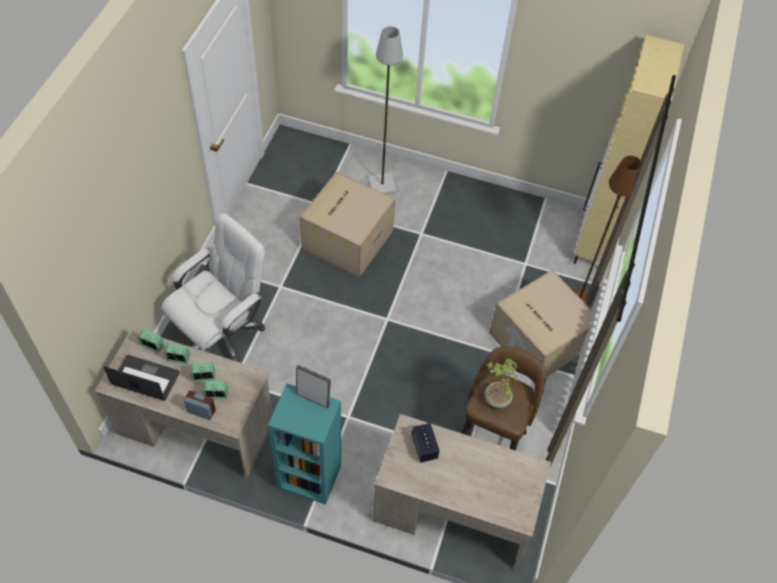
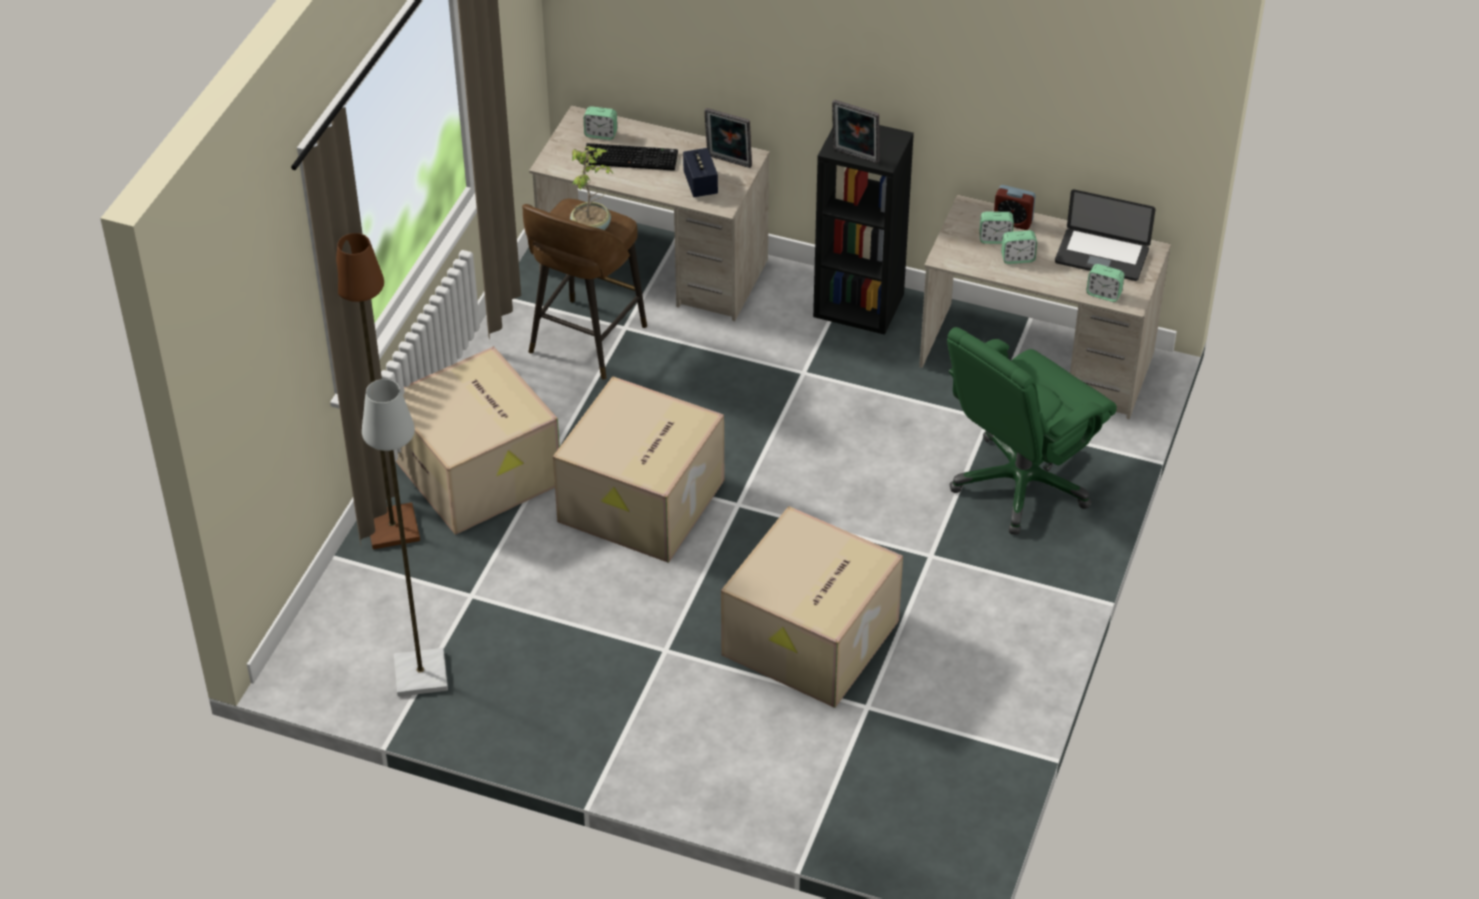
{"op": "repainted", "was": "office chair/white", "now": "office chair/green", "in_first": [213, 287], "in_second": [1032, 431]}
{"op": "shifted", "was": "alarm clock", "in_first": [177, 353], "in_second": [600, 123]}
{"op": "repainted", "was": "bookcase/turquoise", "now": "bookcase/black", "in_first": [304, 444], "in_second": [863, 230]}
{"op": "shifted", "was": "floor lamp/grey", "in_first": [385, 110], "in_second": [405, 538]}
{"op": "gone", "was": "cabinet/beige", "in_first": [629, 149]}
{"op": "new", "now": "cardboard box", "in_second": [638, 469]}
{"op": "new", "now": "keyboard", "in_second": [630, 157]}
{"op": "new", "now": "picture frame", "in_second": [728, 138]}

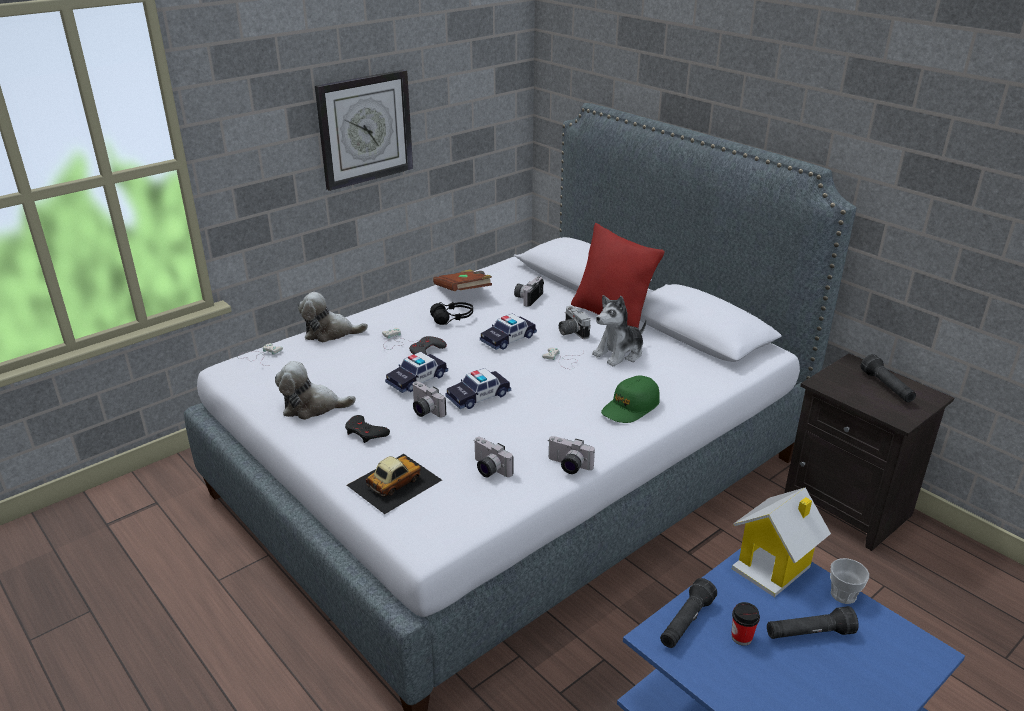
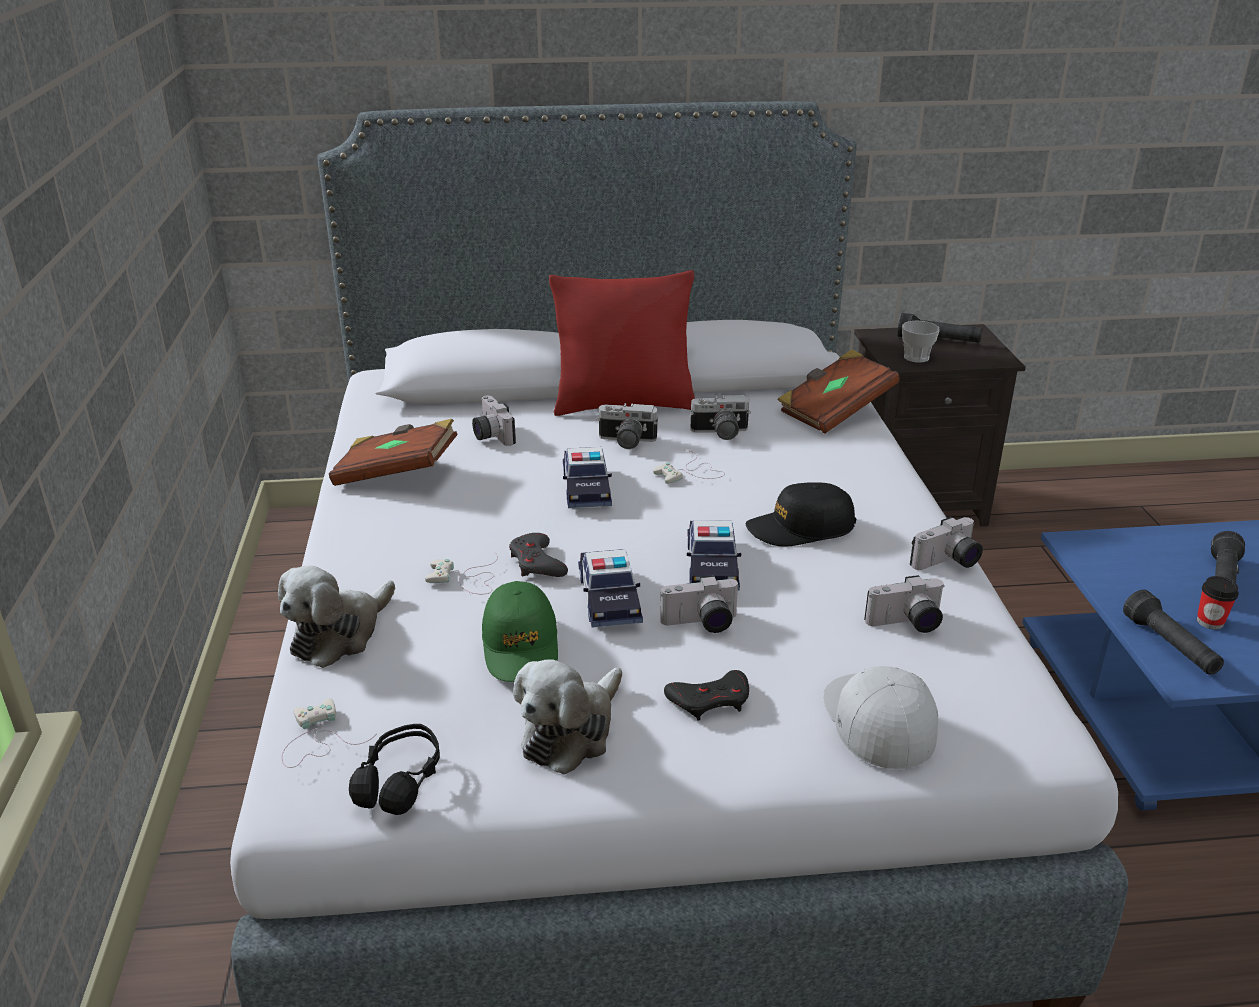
{"op": "gone", "was": "wall clock", "in_first": [364, 130]}
{"op": "swapped", "was": "toy car", "now": "cap/white", "in_first": [394, 484], "in_second": [880, 717]}
{"op": "shifted", "was": "headphones/black", "in_first": [451, 313], "in_second": [394, 769]}
{"op": "swapped", "was": "plush toy", "now": "photo camera", "in_first": [619, 331], "in_second": [720, 417]}
{"op": "shifted", "was": "cap/green", "in_first": [630, 399], "in_second": [520, 631]}
{"op": "gone", "was": "toy house", "in_first": [781, 542]}
{"op": "shifted", "was": "cup", "in_first": [849, 581], "in_second": [921, 341]}
{"op": "new", "now": "cap/black", "in_second": [801, 514]}
{"op": "new", "now": "book/brown", "in_second": [838, 391]}

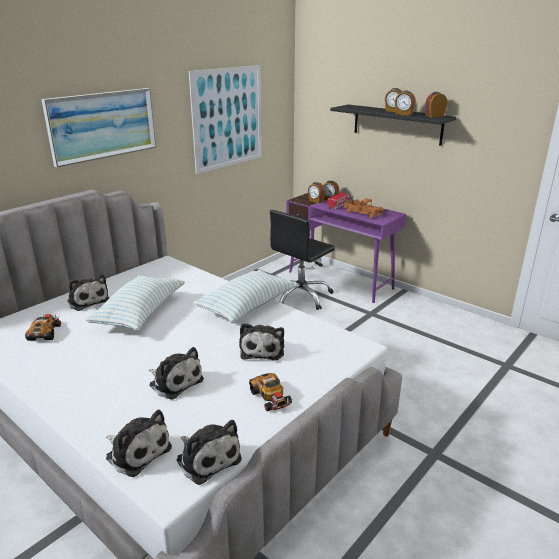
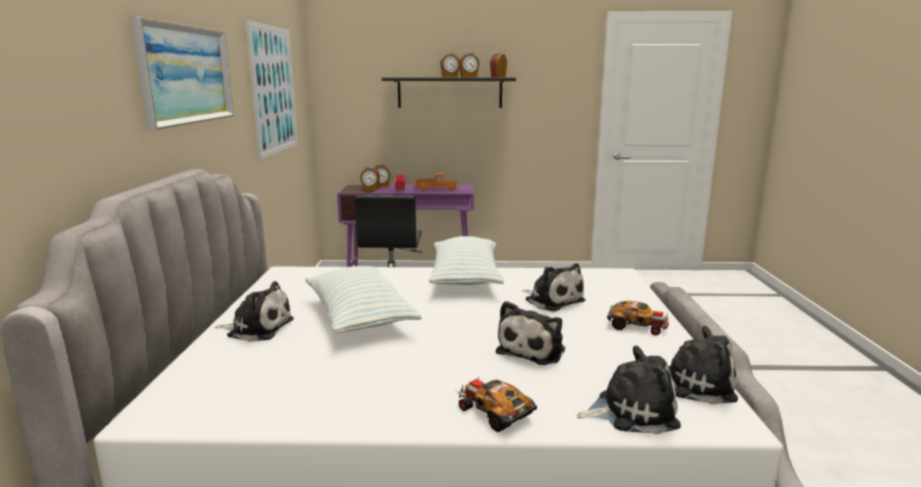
{"op": "shifted", "was": "toy car", "in_first": [43, 327], "in_second": [496, 404]}
{"op": "rotated", "was": "plush toy", "in_first": [176, 373], "in_second": [530, 333], "clockwise": 120}

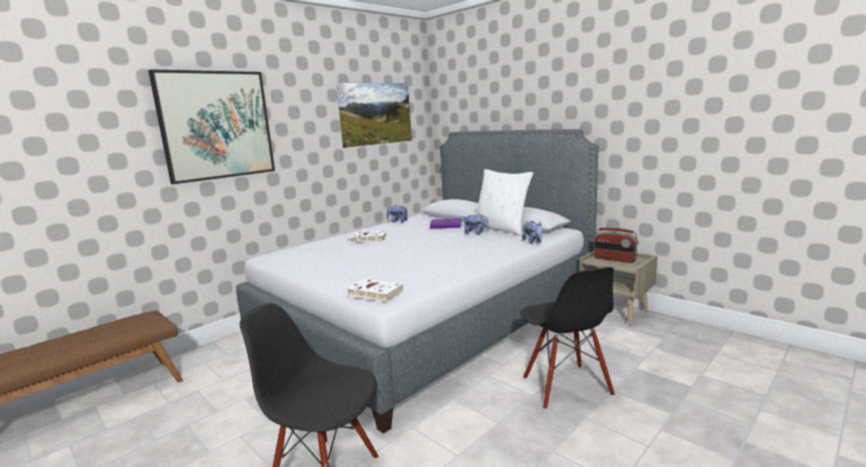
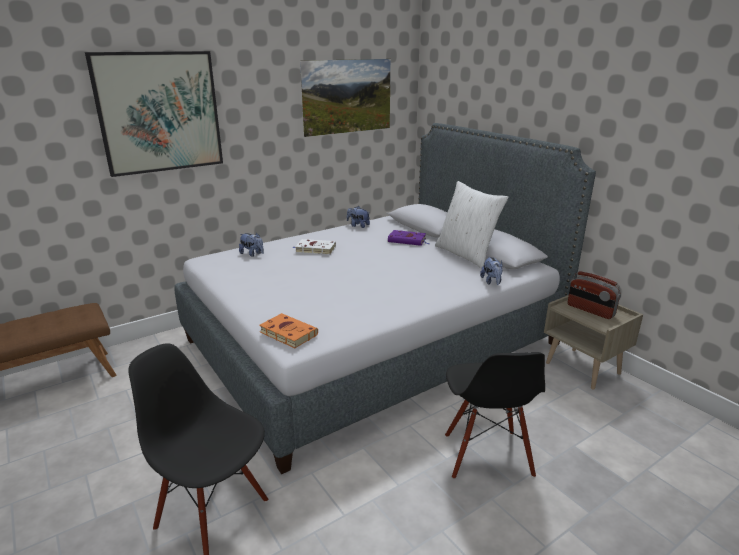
{"op": "repainted", "was": "book/white", "now": "book/orange", "in_first": [375, 290], "in_second": [288, 330]}
{"op": "shifted", "was": "plush toy", "in_first": [476, 224], "in_second": [251, 245]}

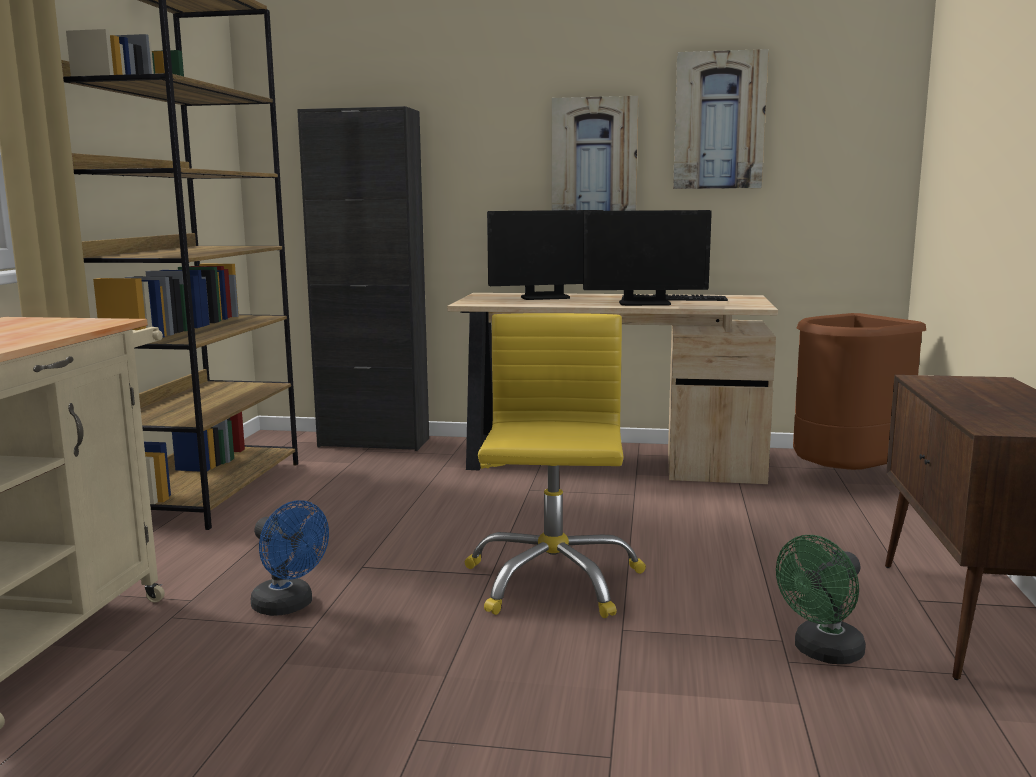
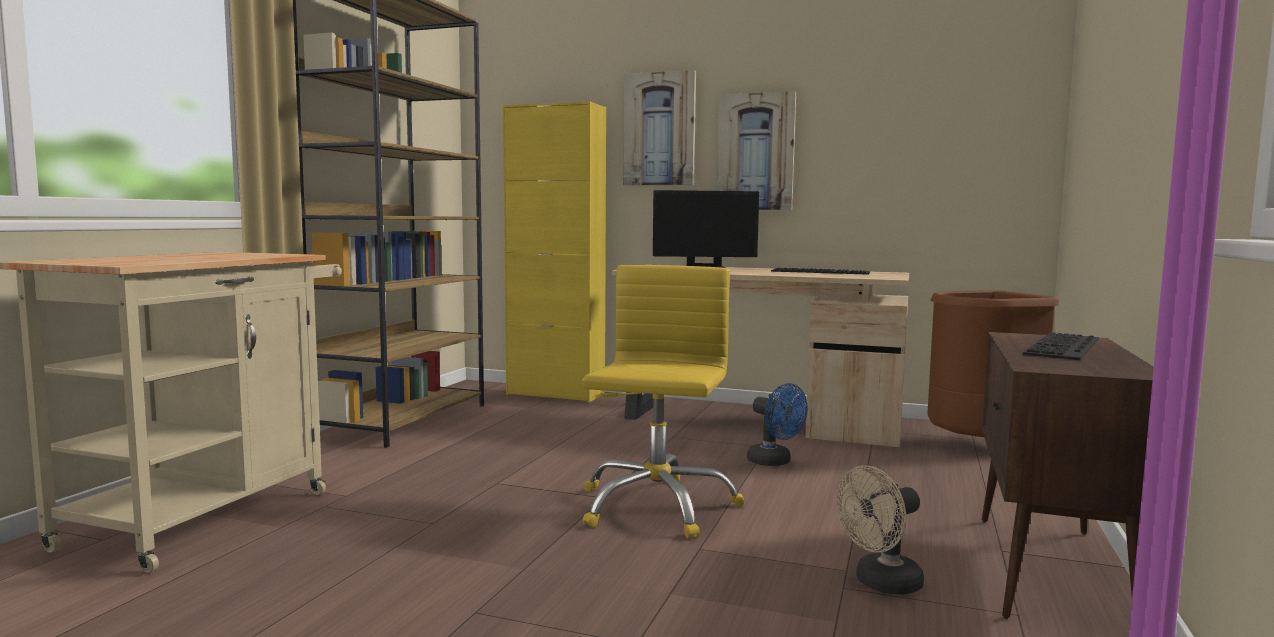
{"op": "shifted", "was": "fan/blue", "in_first": [290, 558], "in_second": [777, 424]}
{"op": "repainted", "was": "cabinet/black", "now": "cabinet/yellow", "in_first": [363, 278], "in_second": [554, 252]}
{"op": "gone", "was": "monitor", "in_first": [647, 258]}
{"op": "shifted", "was": "picture", "in_first": [721, 119], "in_second": [659, 127]}
{"op": "repainted", "was": "fan/green", "now": "fan/beige", "in_first": [821, 599], "in_second": [880, 530]}
{"op": "new", "now": "keyboard", "in_second": [1061, 346]}

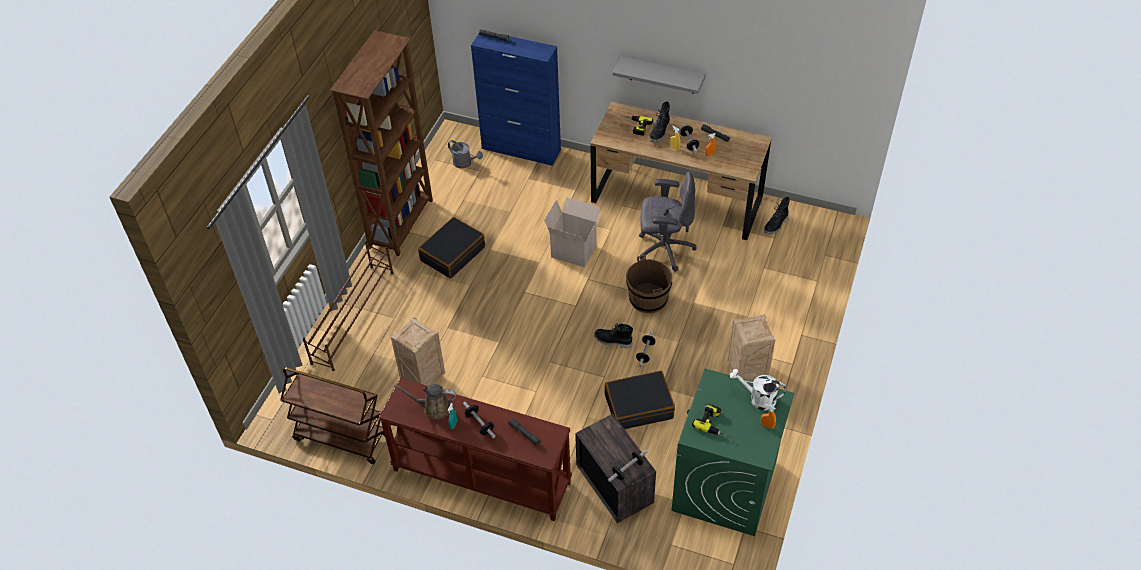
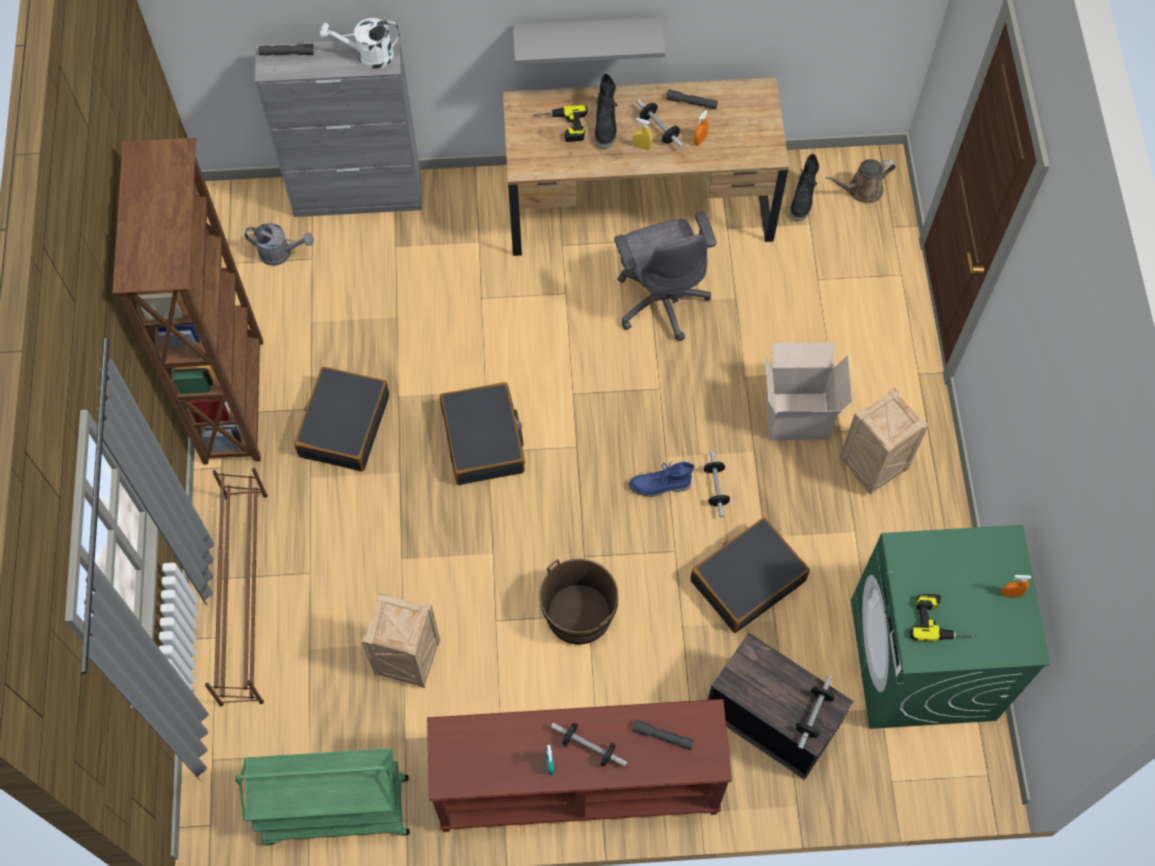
{"op": "repainted", "was": "cart/brown", "now": "cart/green", "in_first": [332, 415], "in_second": [322, 797]}
{"op": "shifted", "was": "watering can/brown", "in_first": [425, 401], "in_second": [861, 181]}
{"op": "repainted", "was": "cabinet/blue", "now": "cabinet/grey", "in_first": [516, 100], "in_second": [338, 127]}
{"op": "shifted", "was": "cardboard box", "in_first": [573, 232], "in_second": [808, 391]}
{"op": "repainted", "was": "boot/black", "now": "boot/blue", "in_first": [613, 335], "in_second": [661, 479]}
{"op": "shifted", "was": "bucket/brown", "in_first": [649, 284], "in_second": [578, 601]}
{"op": "rotated", "was": "office chair/grey", "in_first": [667, 222], "in_second": [665, 276], "clockwise": 90}
{"op": "shifted", "was": "watering can/white", "in_first": [758, 389], "in_second": [360, 43]}
{"op": "new", "now": "suitcase/black", "in_second": [482, 433]}

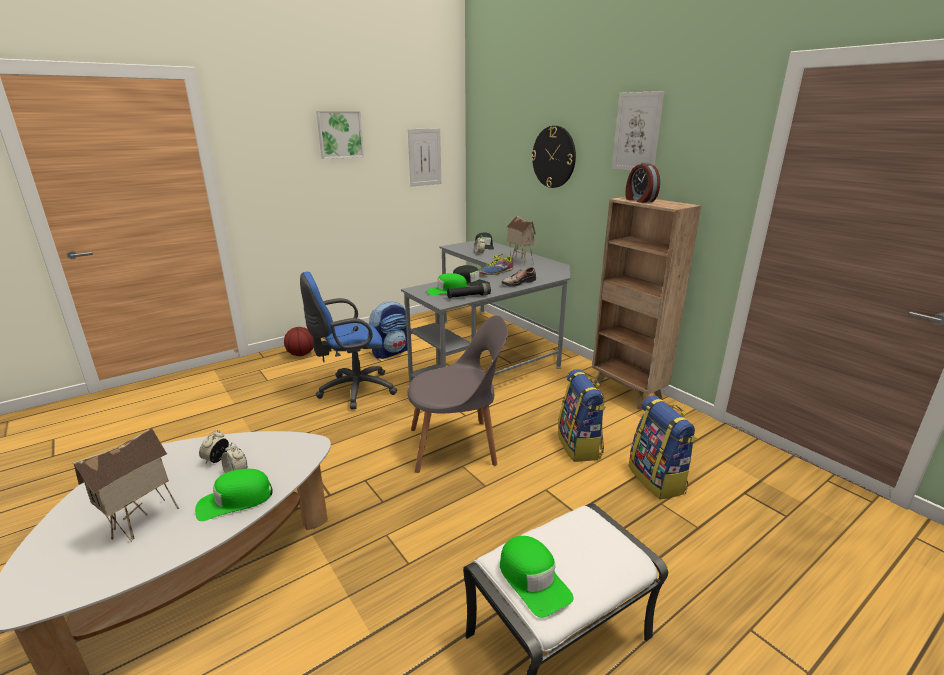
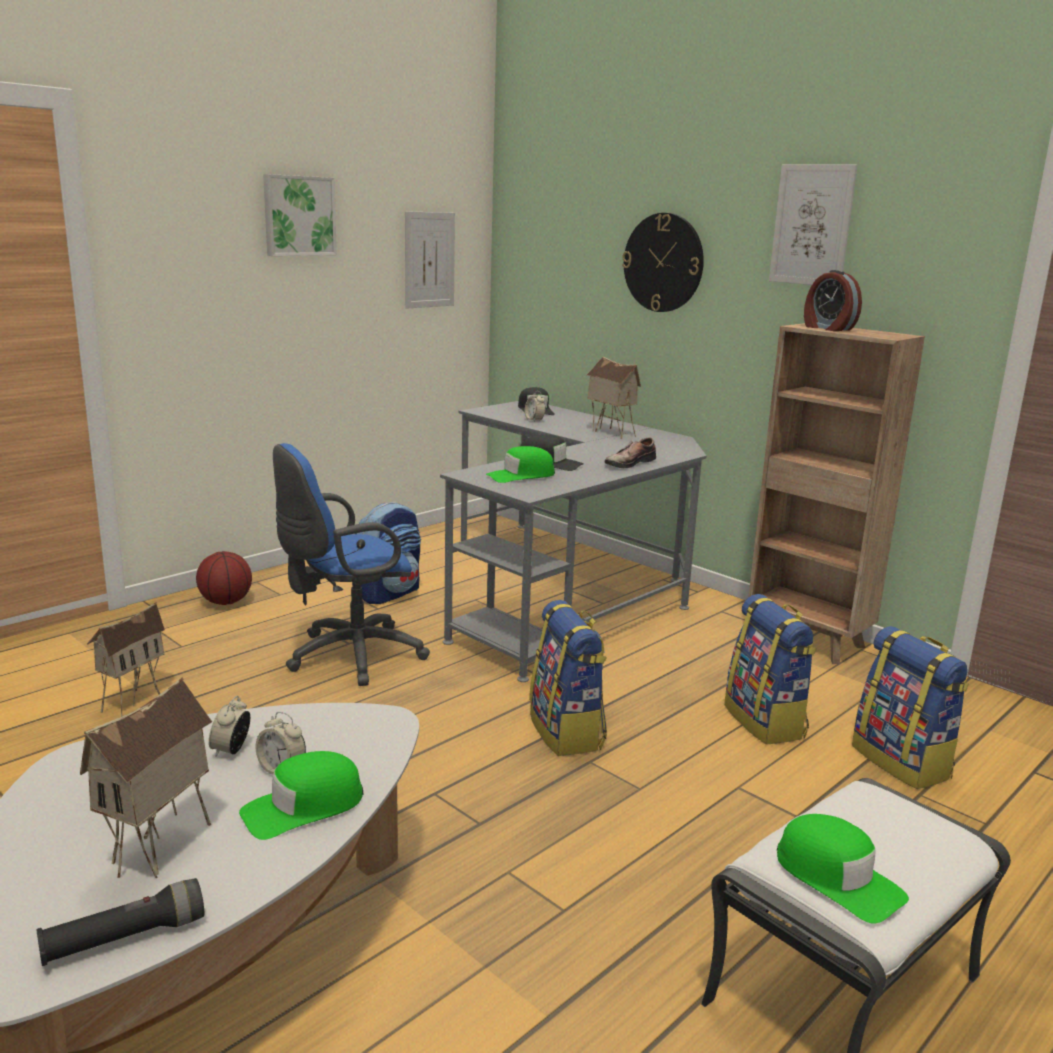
{"op": "swapped", "was": "chair/grey", "now": "backpack", "in_first": [458, 394], "in_second": [568, 678]}
{"op": "shifted", "was": "flashlight/black", "in_first": [469, 291], "in_second": [120, 922]}
{"op": "gone", "was": "shoe", "in_first": [496, 264]}
{"op": "new", "now": "toy house", "in_second": [126, 659]}

